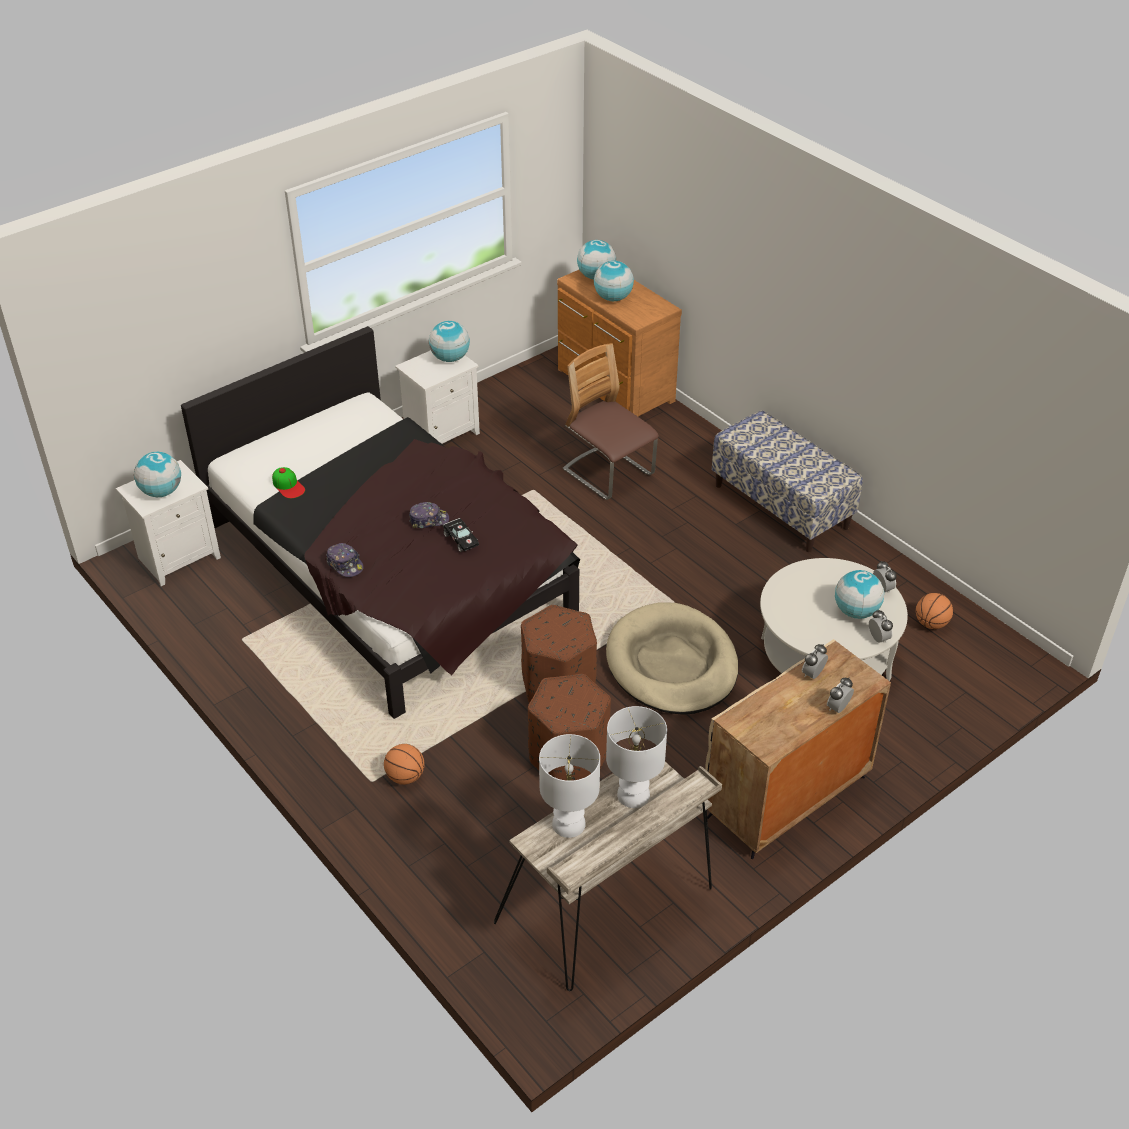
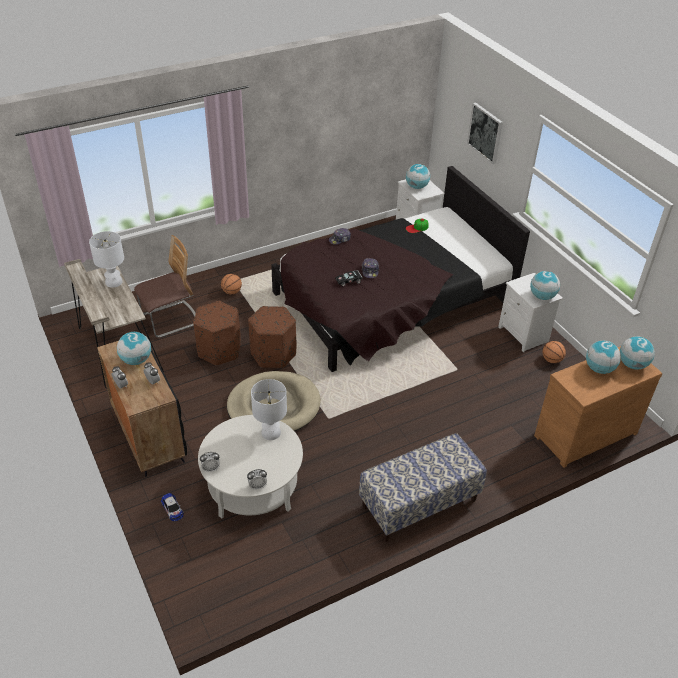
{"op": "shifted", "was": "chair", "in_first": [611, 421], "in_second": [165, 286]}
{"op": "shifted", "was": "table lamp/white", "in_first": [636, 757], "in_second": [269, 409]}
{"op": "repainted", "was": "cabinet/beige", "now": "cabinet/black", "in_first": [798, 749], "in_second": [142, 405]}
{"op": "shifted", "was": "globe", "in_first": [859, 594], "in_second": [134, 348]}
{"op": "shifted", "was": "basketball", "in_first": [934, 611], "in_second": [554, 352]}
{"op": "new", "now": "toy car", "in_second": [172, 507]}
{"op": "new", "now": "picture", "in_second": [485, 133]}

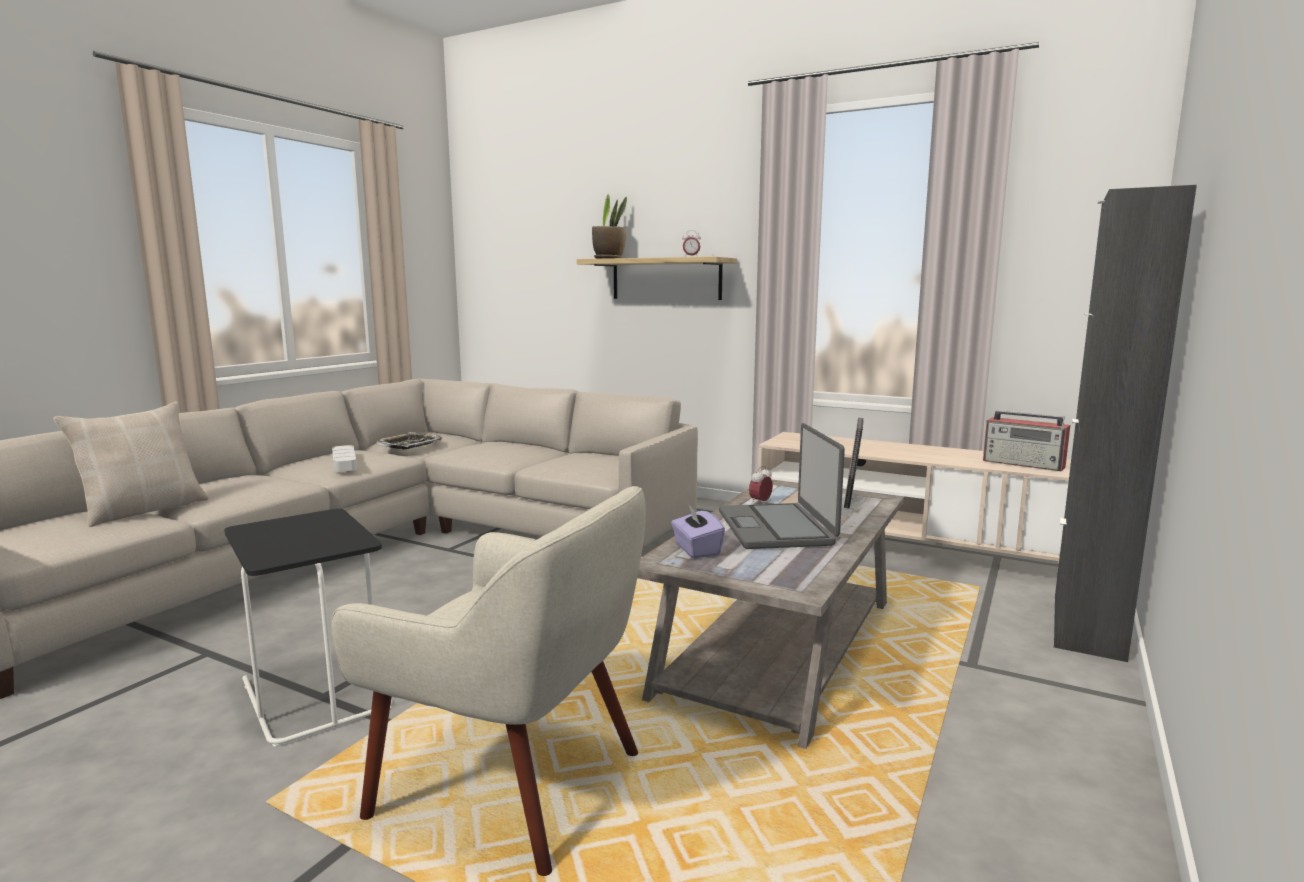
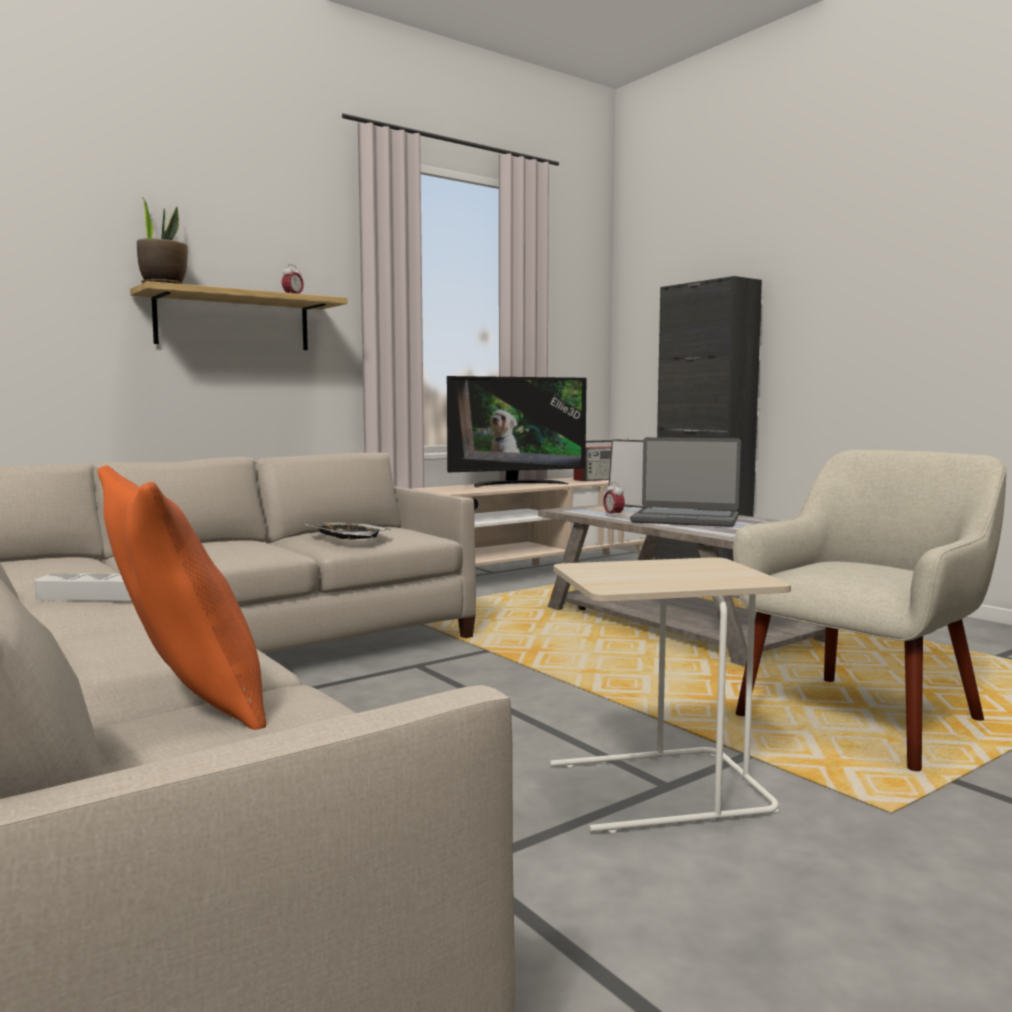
{"op": "repainted", "was": "pillow/beige", "now": "pillow/orange", "in_first": [131, 464], "in_second": [182, 597]}
{"op": "repainted", "was": "side table/black", "now": "side table/beige", "in_first": [308, 628], "in_second": [670, 695]}
{"op": "shifted", "was": "tray", "in_first": [409, 440], "in_second": [348, 530]}
{"op": "gone", "was": "tissue box/purple", "in_first": [698, 531]}
{"op": "new", "now": "television", "in_second": [517, 431]}

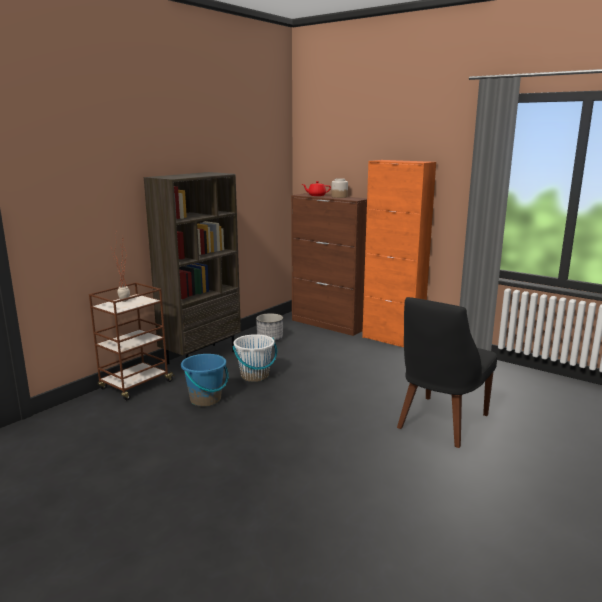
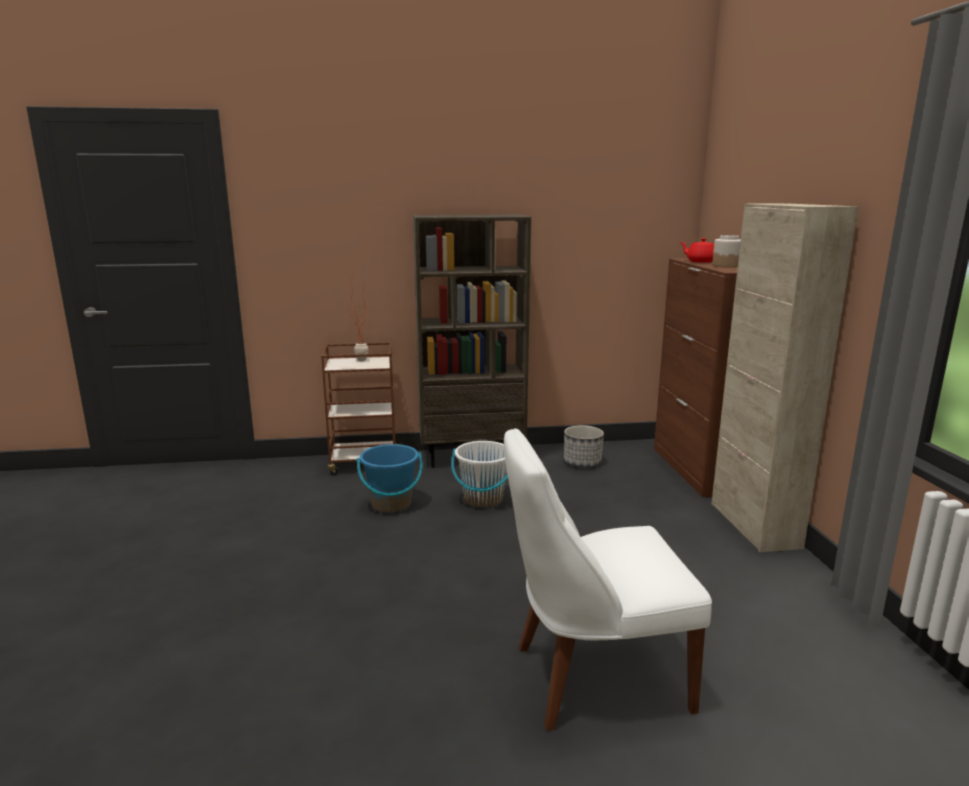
{"op": "repainted", "was": "cabinet/orange", "now": "cabinet/beige", "in_first": [399, 253], "in_second": [785, 377]}
{"op": "repainted", "was": "chair/black", "now": "chair/white", "in_first": [447, 372], "in_second": [608, 579]}

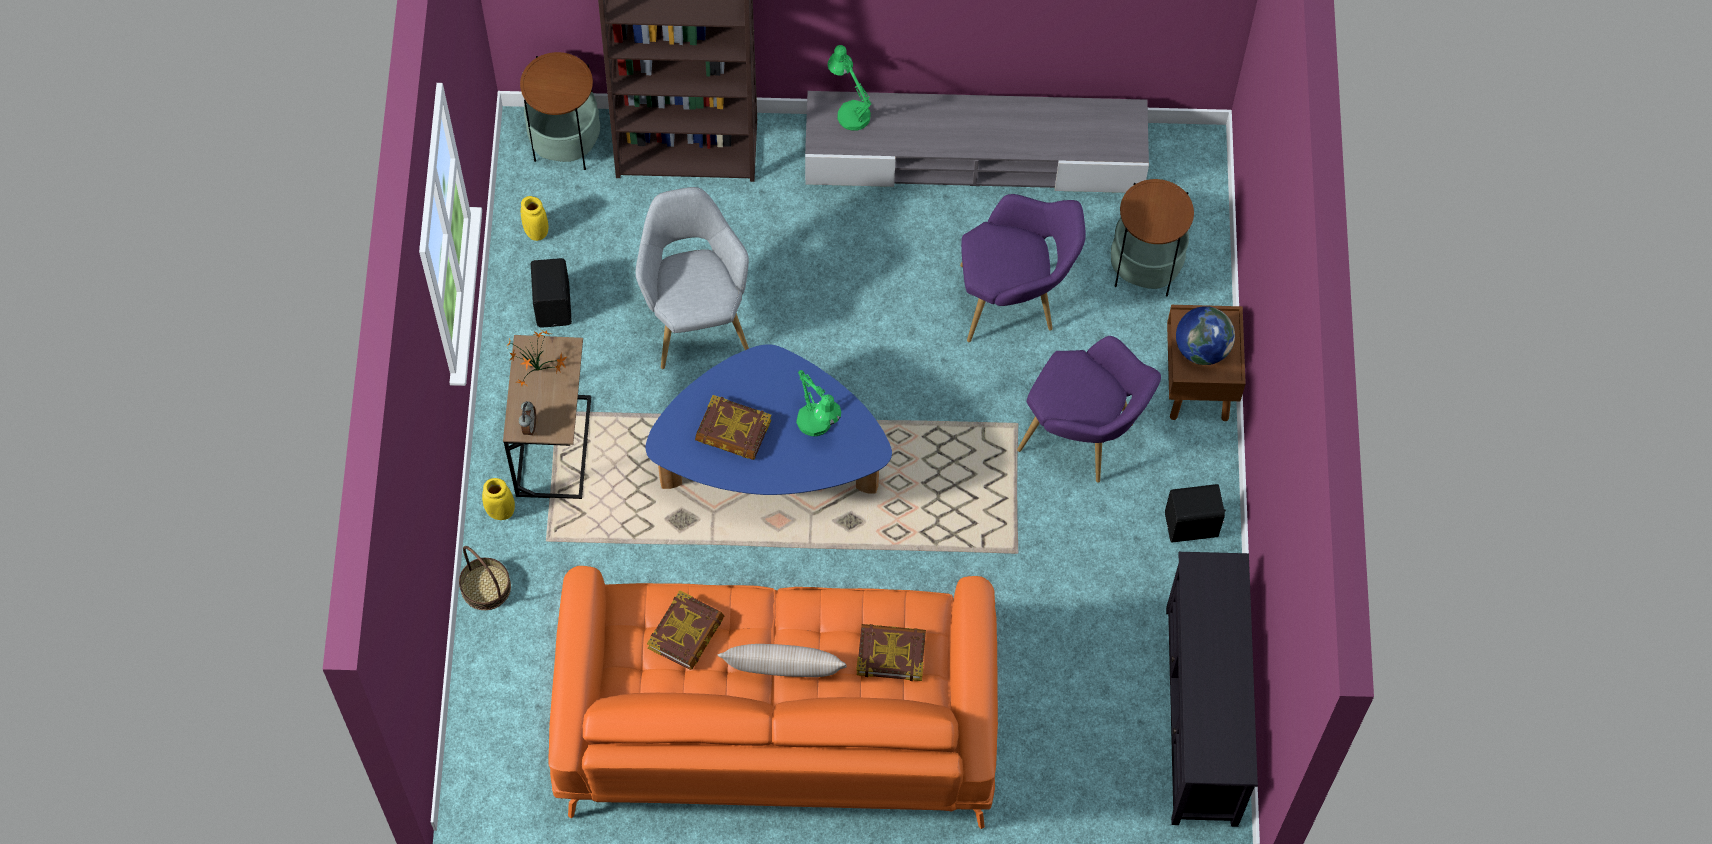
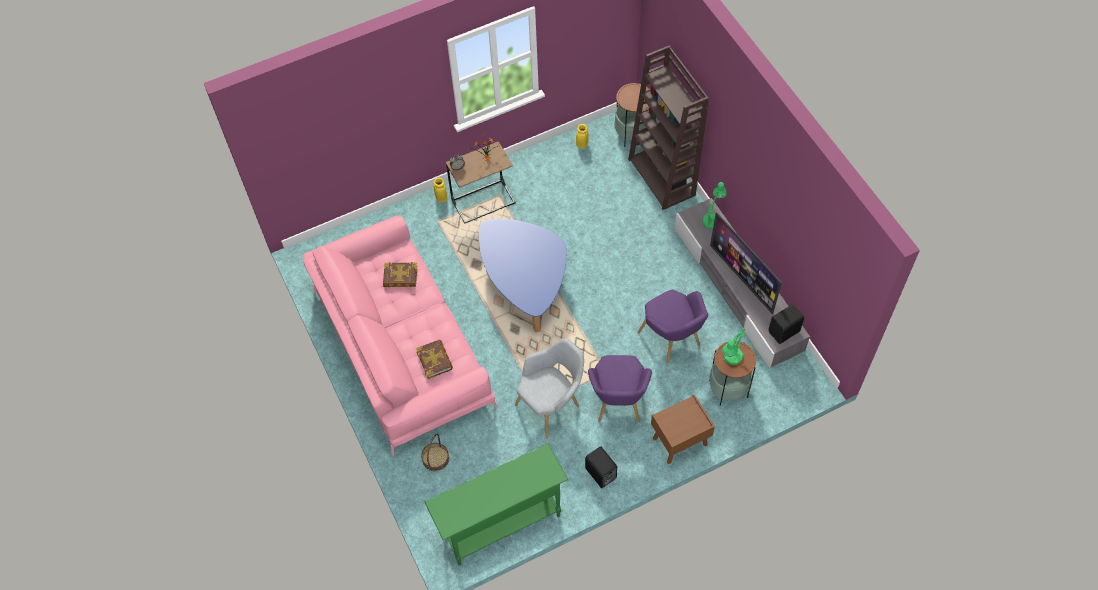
{"op": "shifted", "was": "basket", "in_first": [485, 578], "in_second": [435, 452]}
{"op": "shifted", "was": "speaker/black", "in_first": [551, 293], "in_second": [786, 324]}
{"op": "repainted", "was": "sofa/orange", "now": "sofa/pink", "in_first": [773, 697], "in_second": [400, 336]}
{"op": "shifted", "was": "armchair/grey", "in_first": [692, 278], "in_second": [549, 388]}
{"op": "gone", "was": "book", "in_first": [733, 427]}
{"op": "gone", "was": "pillow/beige", "in_first": [782, 660]}
{"op": "shifted", "was": "table lamp/green", "in_first": [818, 403], "in_second": [733, 346]}
{"op": "swapped", "was": "tv stand/black", "now": "console table/green", "in_first": [1212, 689], "in_second": [496, 504]}
{"op": "gone", "was": "globe", "in_first": [1205, 335]}
{"op": "new", "now": "television", "in_second": [746, 263]}

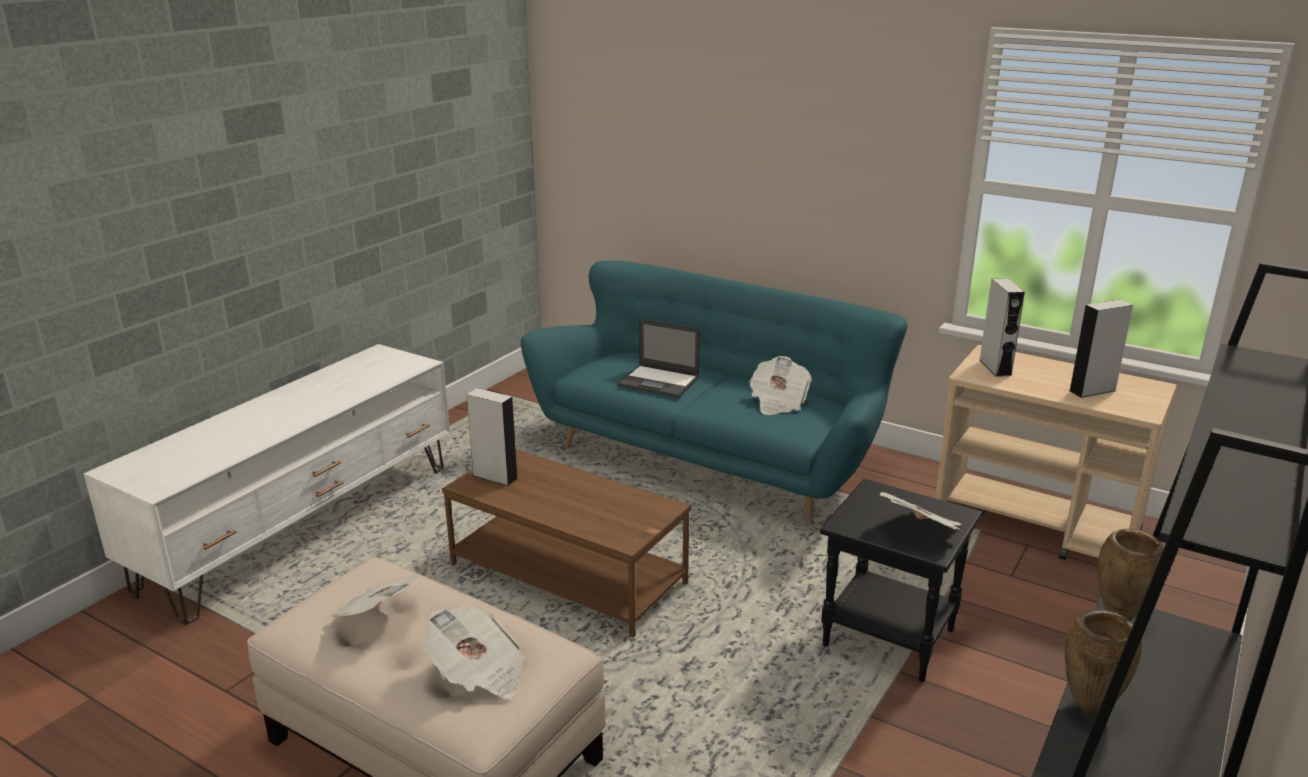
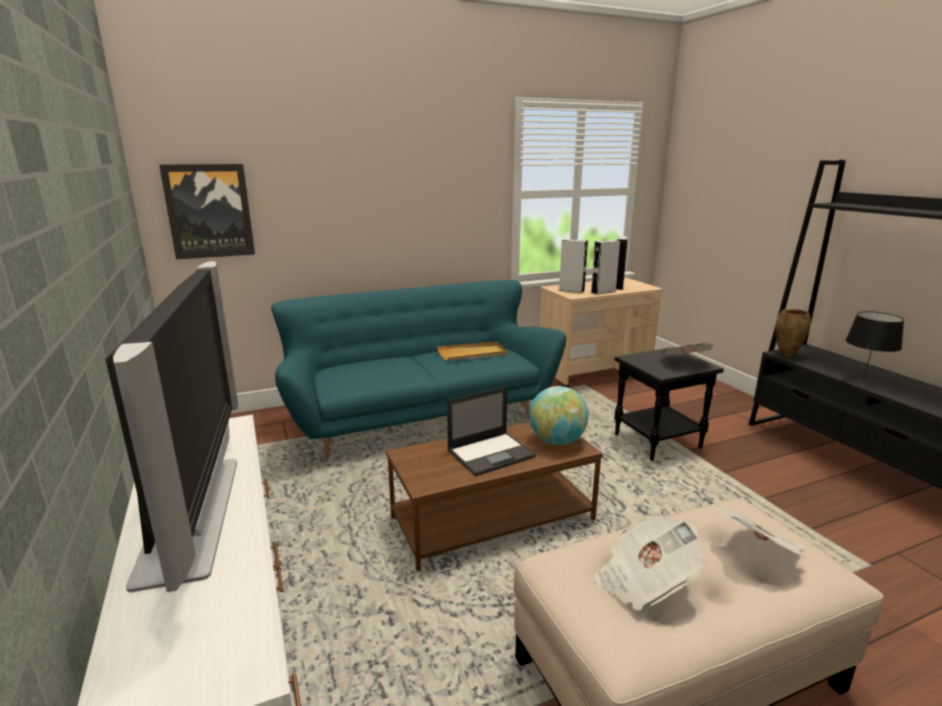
{"op": "shifted", "was": "speaker/grey", "in_first": [492, 437], "in_second": [605, 267]}
{"op": "shifted", "was": "laptop", "in_first": [658, 358], "in_second": [491, 431]}
{"op": "swapped", "was": "newspaper", "now": "tray/beige", "in_first": [780, 385], "in_second": [472, 351]}
{"op": "swapped", "was": "vase/brown", "now": "table lamp/black", "in_first": [1103, 662], "in_second": [875, 347]}
{"op": "new", "now": "television", "in_second": [171, 426]}
{"op": "new", "now": "picture", "in_second": [207, 211]}
{"op": "new", "now": "globe", "in_second": [559, 415]}

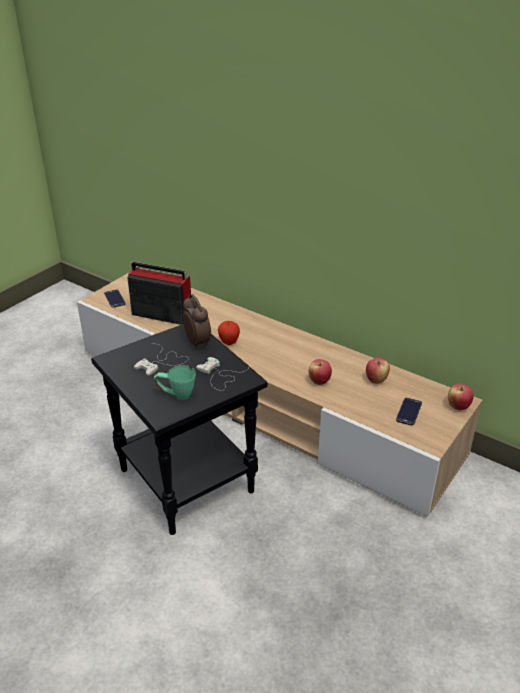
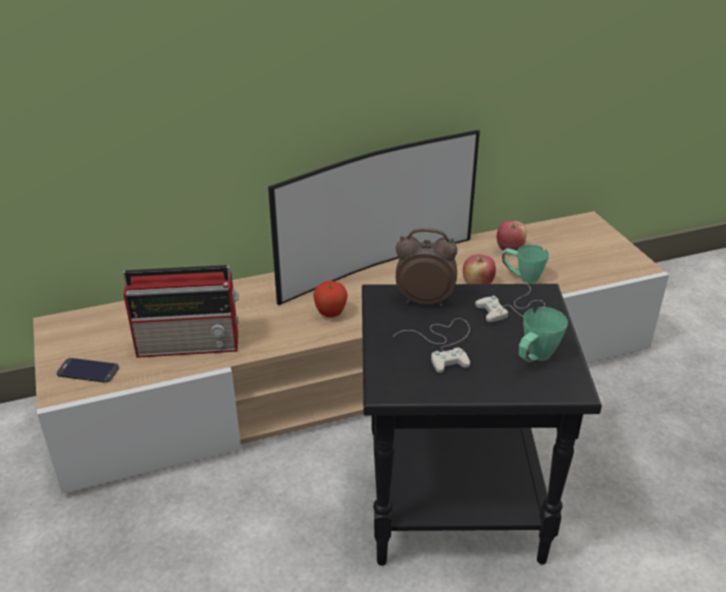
{"op": "rotated", "was": "radio", "in_first": [159, 293], "in_second": [181, 311], "clockwise": -150}
{"op": "gone", "was": "phone", "in_first": [409, 412]}
{"op": "gone", "was": "apple", "in_first": [461, 397]}
{"op": "new", "now": "television", "in_second": [374, 218]}
{"op": "new", "now": "mug/green", "in_second": [525, 264]}

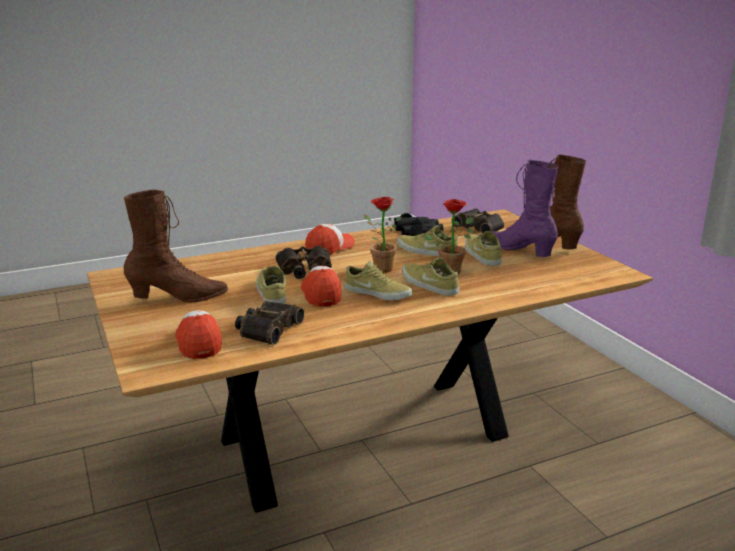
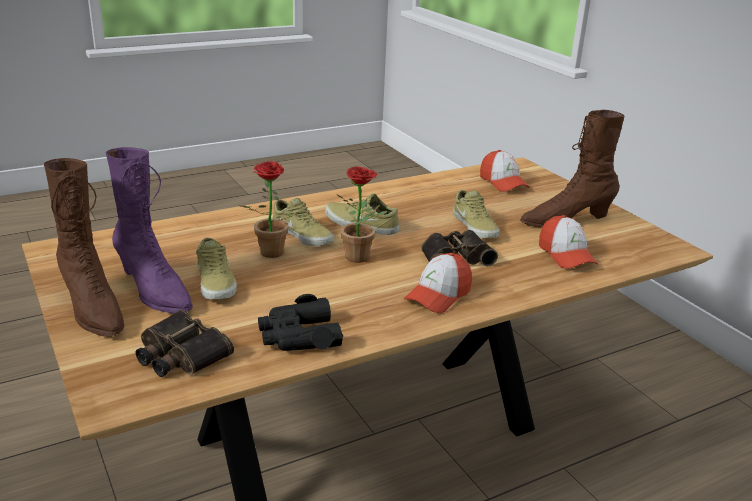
{"op": "gone", "was": "binoculars", "in_first": [269, 323]}
{"op": "shifted", "was": "cap", "in_first": [321, 286], "in_second": [568, 242]}
{"op": "gone", "was": "shoe/beige", "in_first": [427, 241]}

